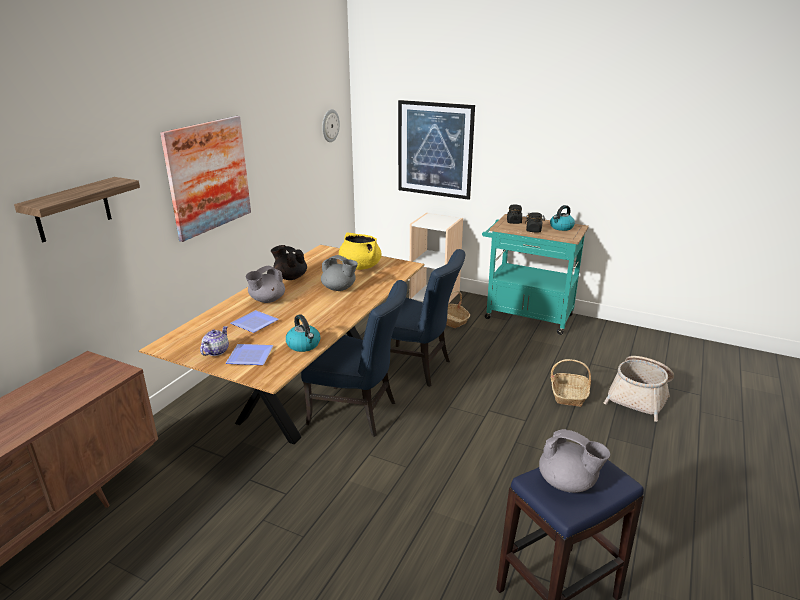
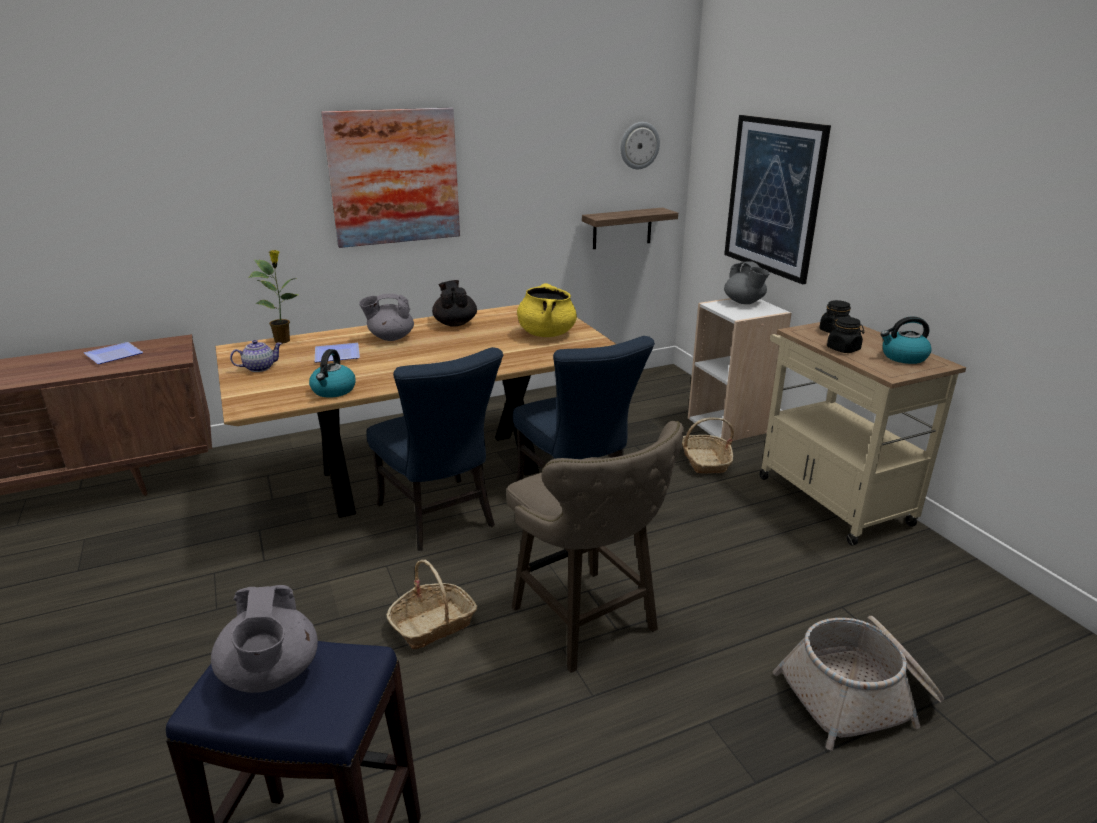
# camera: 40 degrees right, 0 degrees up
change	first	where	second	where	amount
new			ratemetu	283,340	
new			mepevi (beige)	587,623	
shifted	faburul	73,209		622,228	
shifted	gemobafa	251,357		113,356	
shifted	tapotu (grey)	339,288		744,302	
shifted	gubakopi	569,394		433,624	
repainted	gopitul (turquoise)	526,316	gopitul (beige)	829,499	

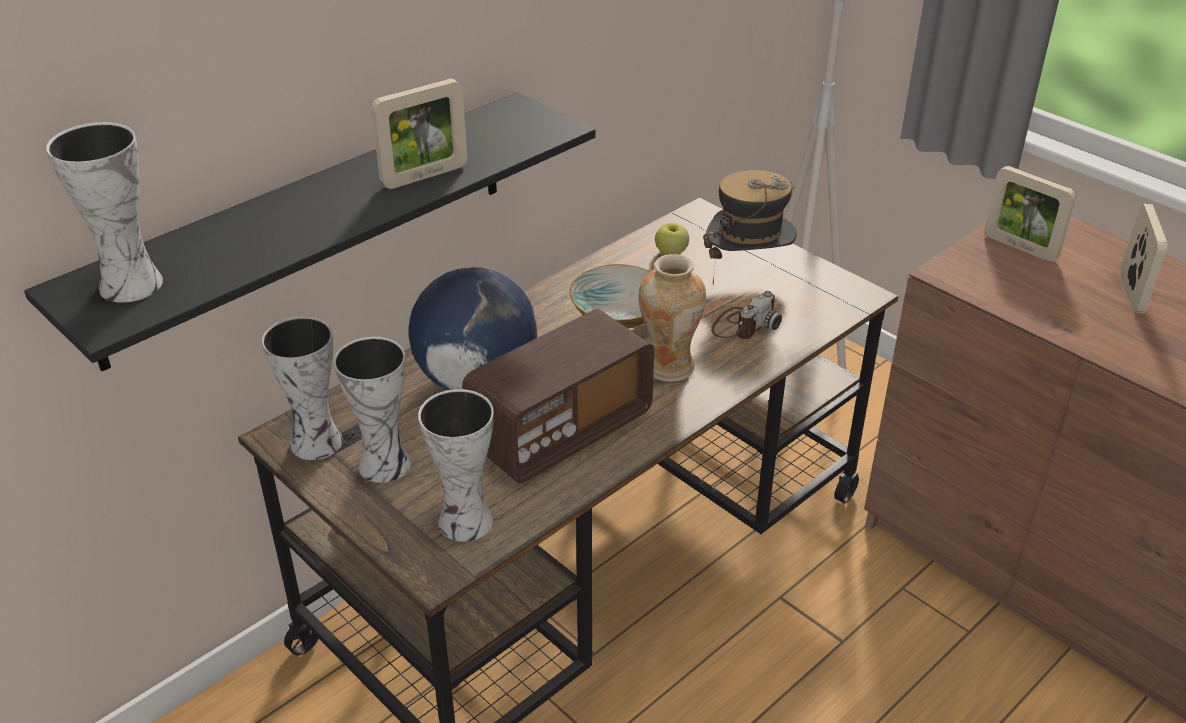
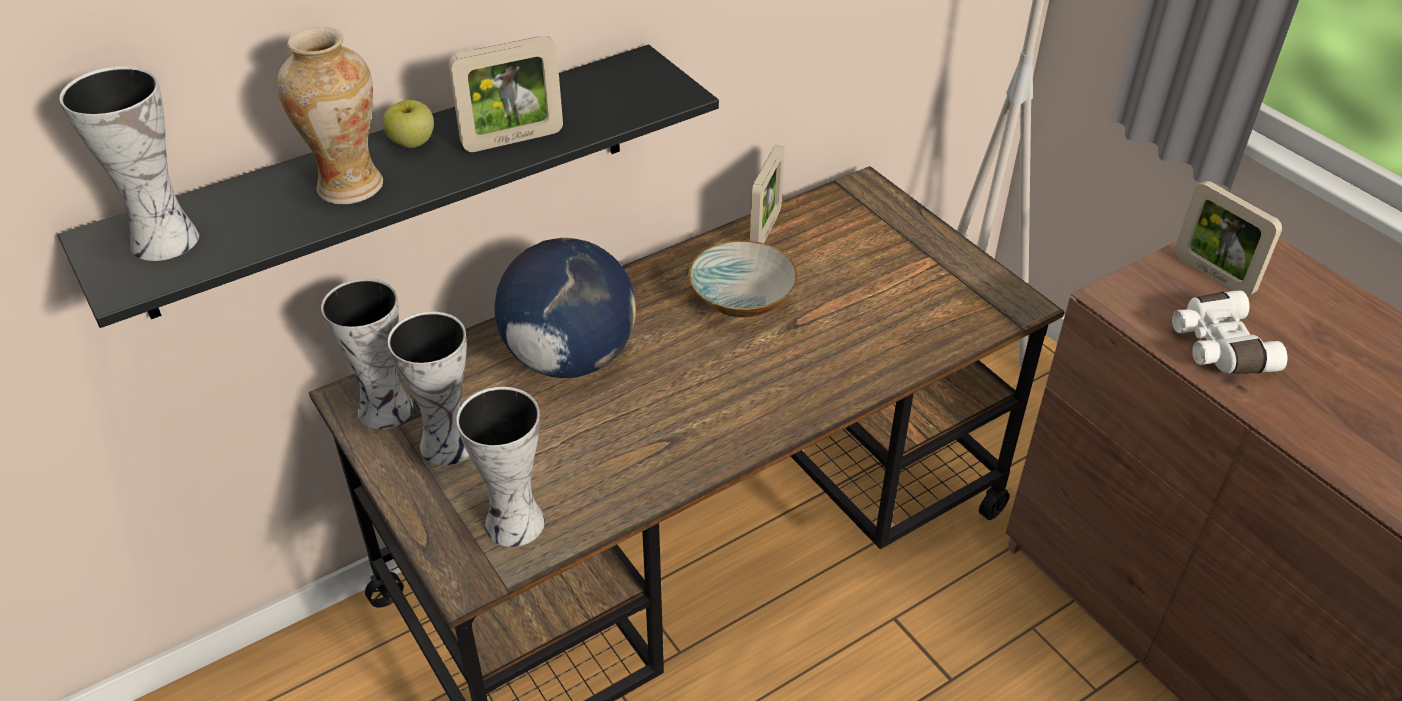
# camera: 10 degrees right, 5 degrees up
change	first	where	second	where	amount
gone	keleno	561,432			
gone	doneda	747,271			
gone	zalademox	743,324			
new			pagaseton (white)	1217,347	
shifted	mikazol	669,367		349,186	
shifted	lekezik	671,252		412,143	
shifted	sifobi	1131,292		765,231	

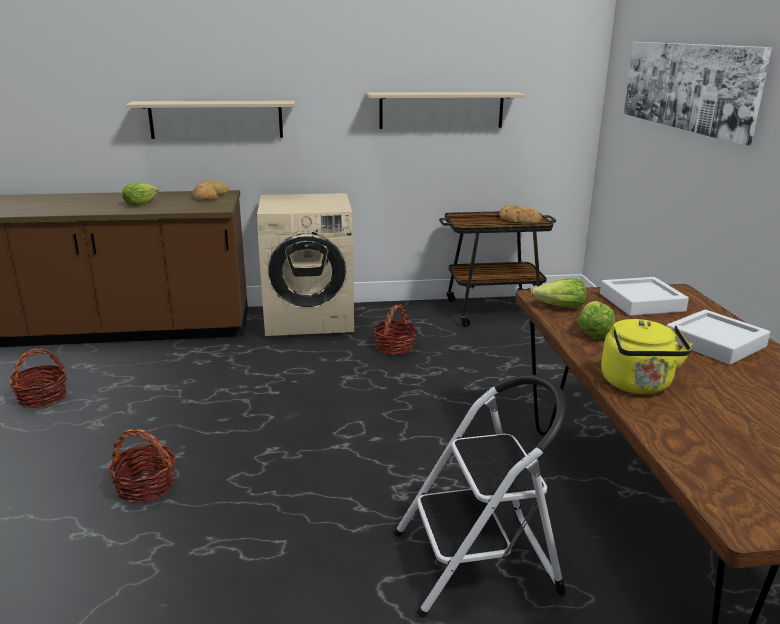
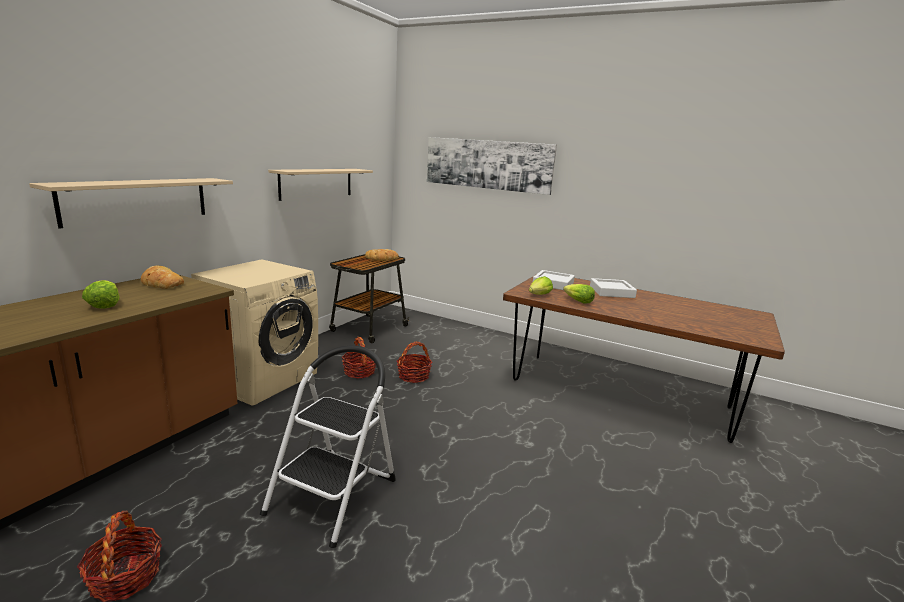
# camera: 55 degrees left, 5 degrees down
change	first	where	second	where	amount
gone	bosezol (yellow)	638,385			
shifted	gubakopi	146,486		413,376	
shifted	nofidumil	481,563		335,494	

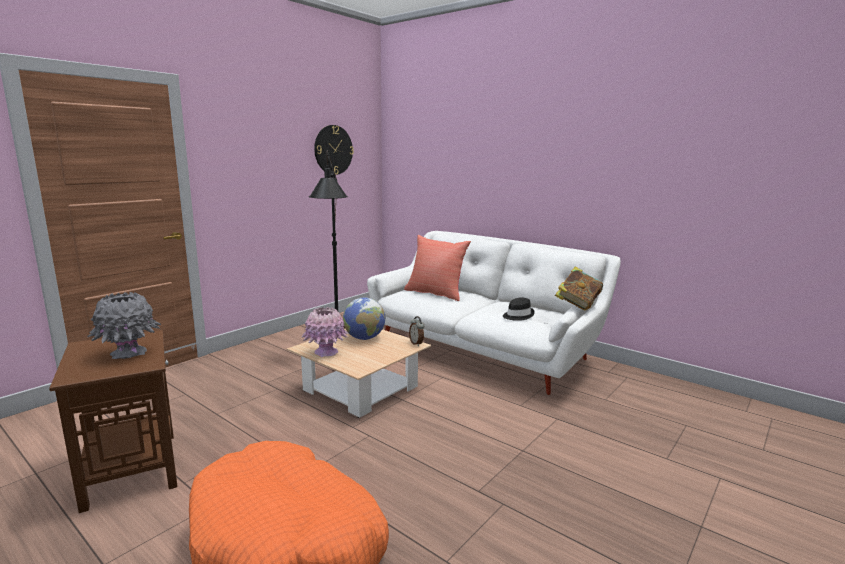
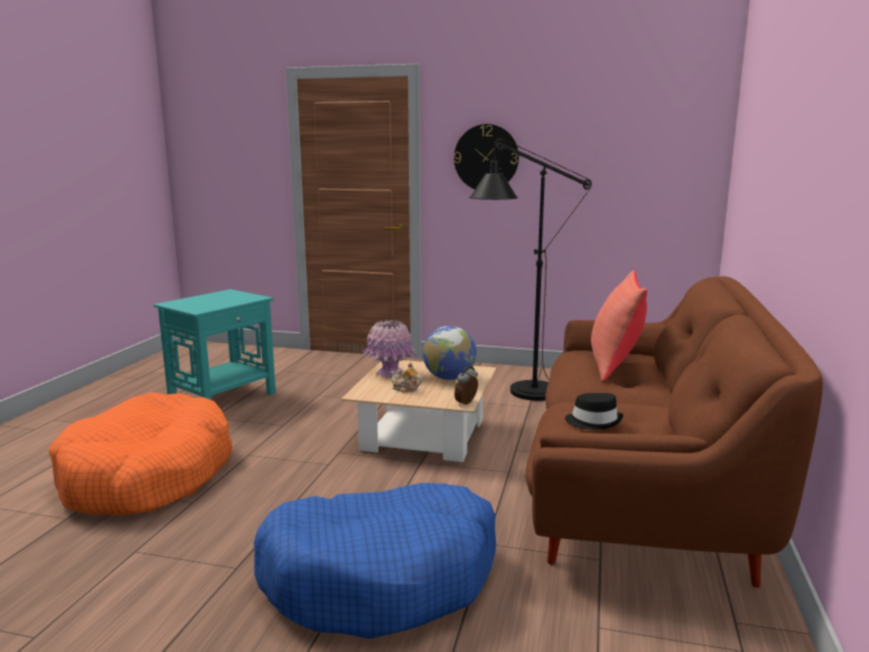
# camera: 65 degrees right, 0 degrees up
change	first	where	second	where	amount
gone	mikazol (grey)	129,353			
gone	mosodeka	578,305			
new			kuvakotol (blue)	381,577	
new			tapotu	405,389	
shifted	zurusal	333,150		486,158	
repainted	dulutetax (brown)	132,468	dulutetax (turquoise)	224,397	
repainted	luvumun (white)	483,350	luvumun (brown)	639,482	

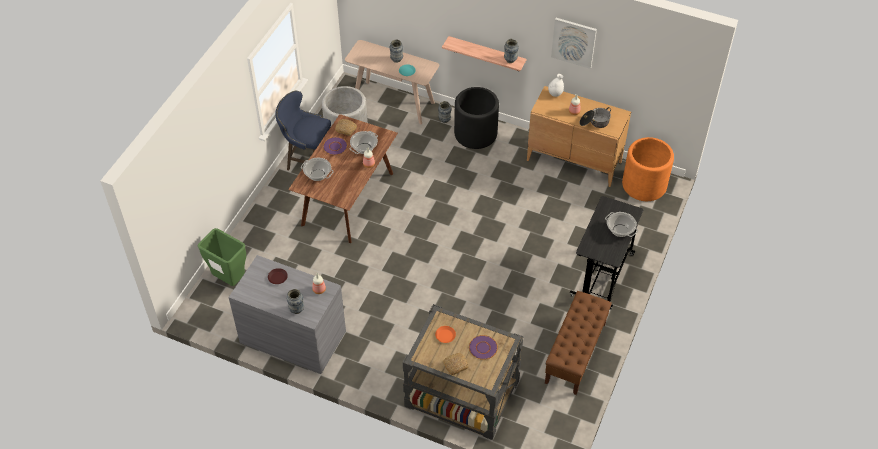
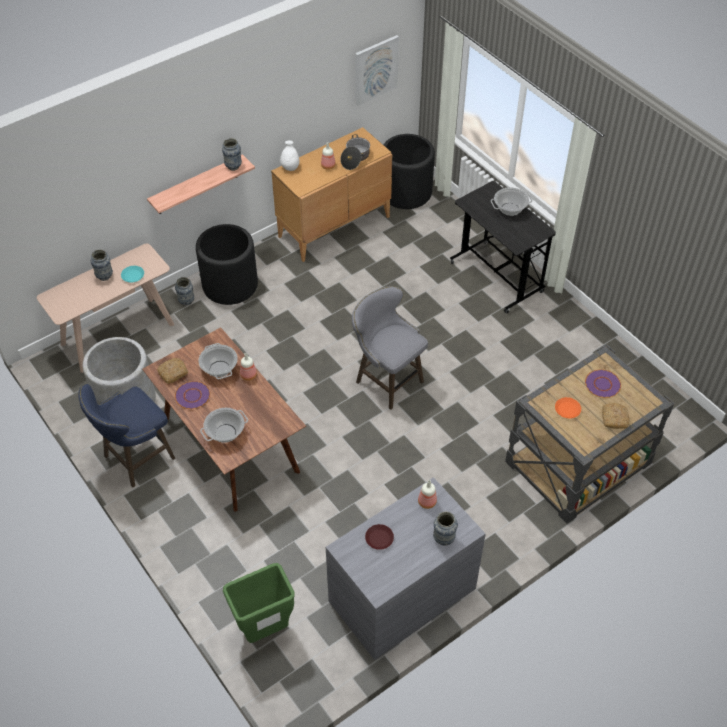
# camera: 60 degrees left, 0 degrees up
change	first	where	second	where	amount
gone	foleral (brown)	575,353			
new			mepevi (grey)	387,380	
shifted	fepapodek	573,42		375,70	
repainted	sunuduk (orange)	644,185	sunuduk (black)	406,192	

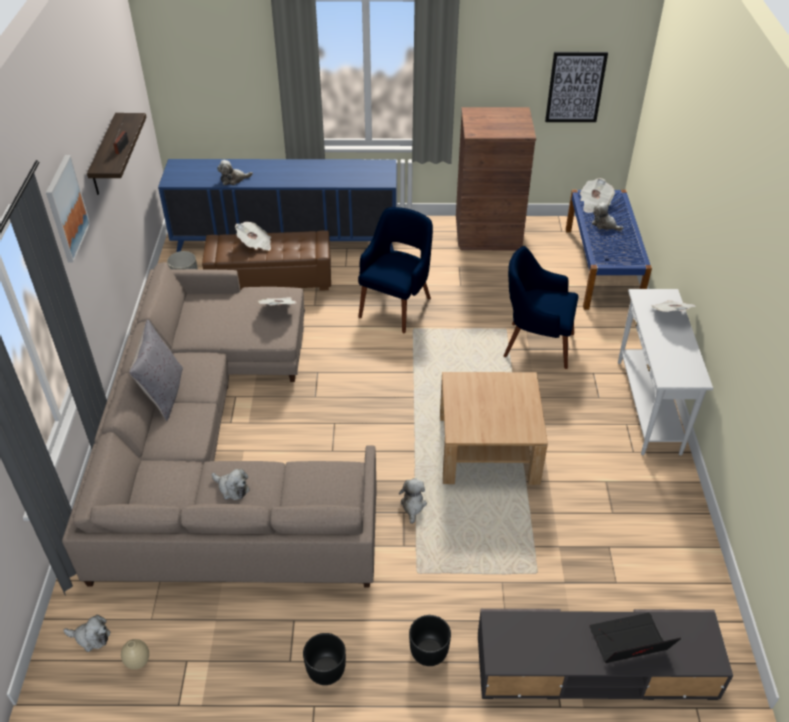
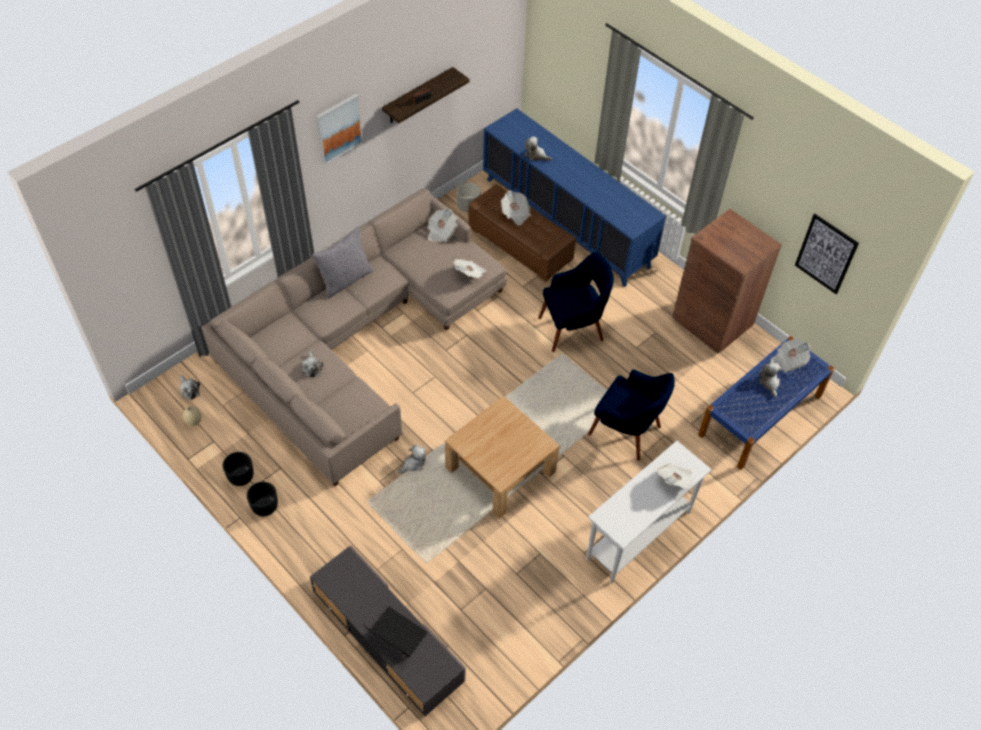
# camera: 45 degrees right, 10 degrees up
change	first	where	second	where	amount
new			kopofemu	441,232	
shifted	sunuduk (black)	428,651		241,476	
rotated	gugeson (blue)	536,344		626,431	150 degrees clockwise

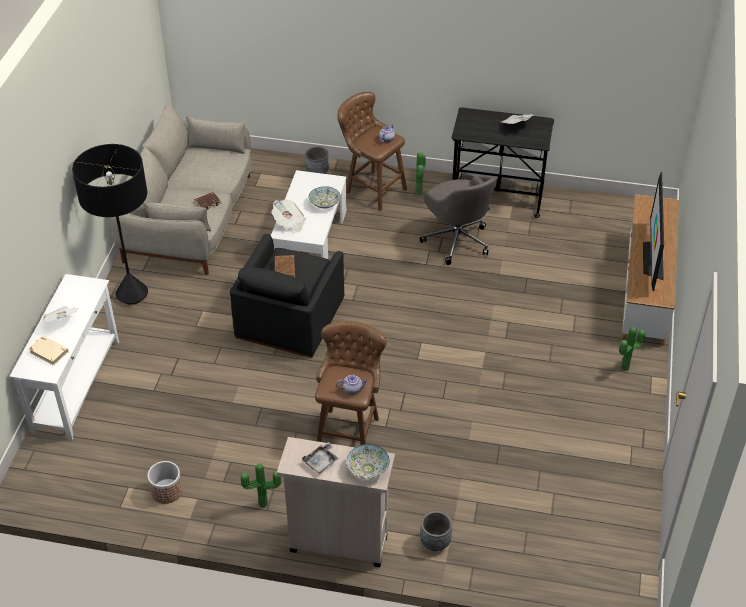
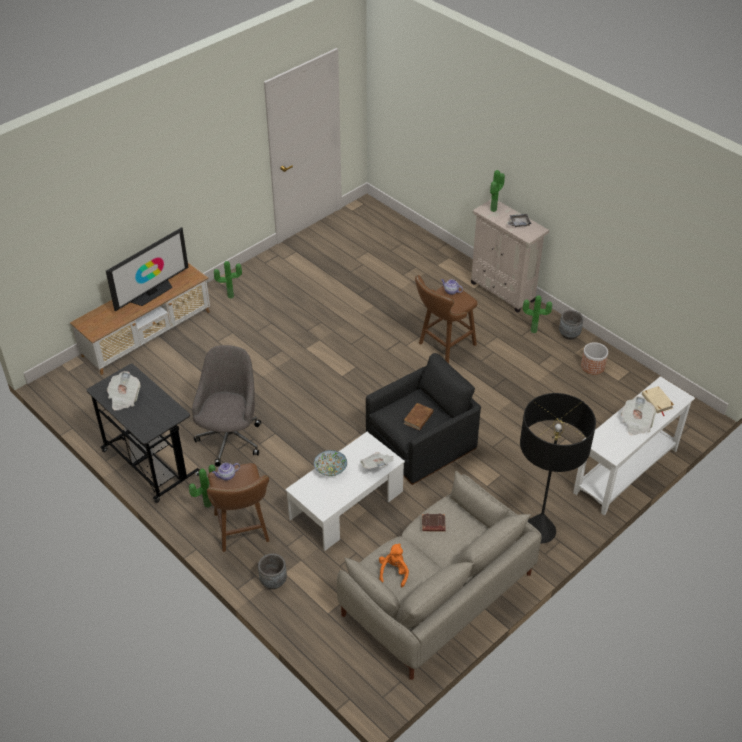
# camera: 145 degrees left, 0 degrees up
change	first	where	second	where	amount
new			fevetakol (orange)	393,572	
shifted	sunuduk (grey)	435,542		569,334	
swapped	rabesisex	367,469	ratemetu	494,210	

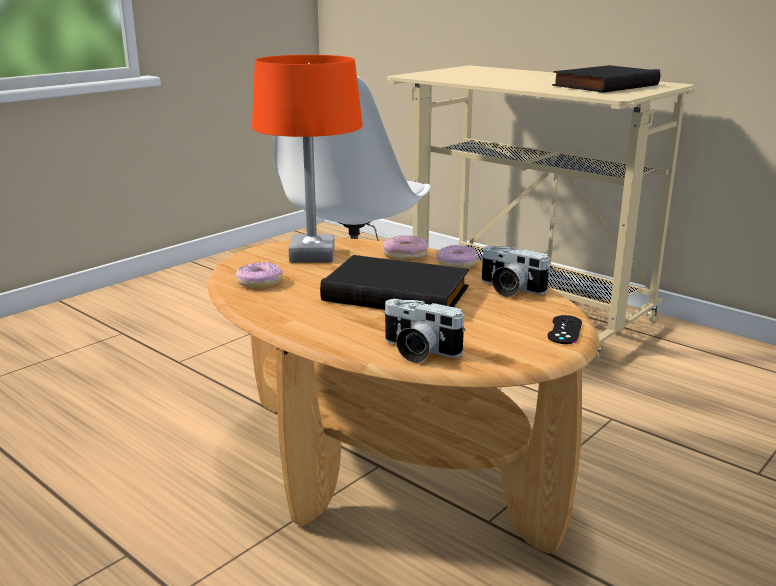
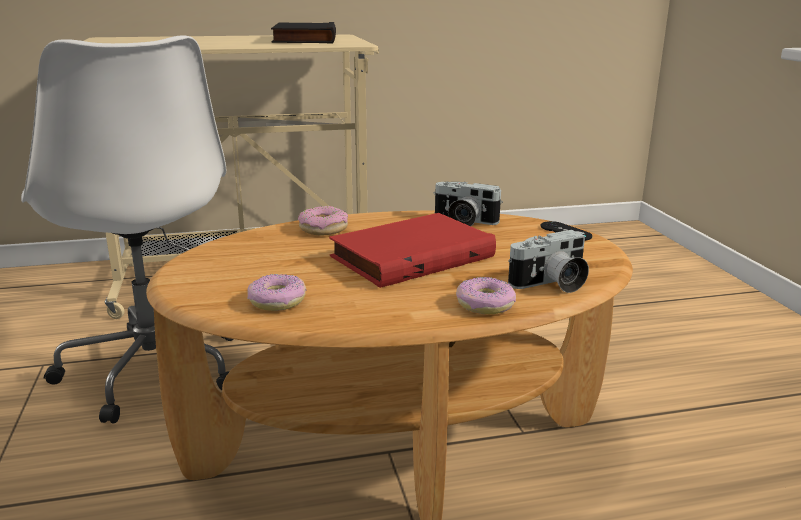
# camera: 55 degrees left, 0 degrees up
change	first	where	second	where	amount
gone	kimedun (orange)	311,255			
shifted	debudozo	456,264		485,304	
repainted	mosodeka (black)	398,293	mosodeka (red)	411,256	
rotated	zalademox	509,289		463,222	45 degrees clockwise

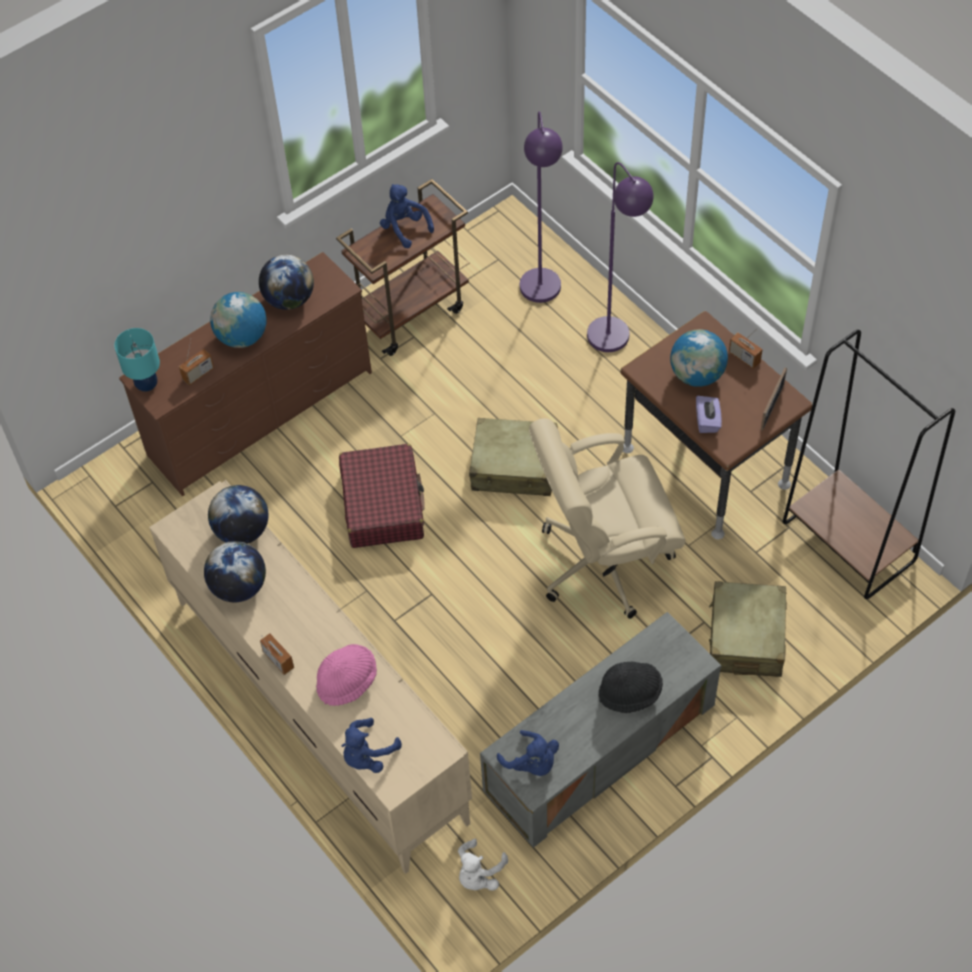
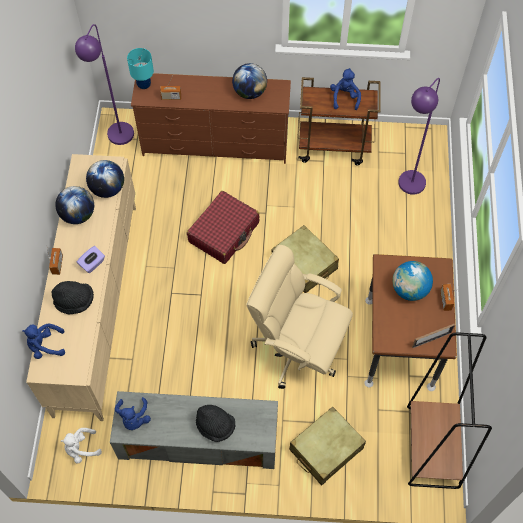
# camera: 40 degrees right, 5 degrees up
change	first	where	second	where	amount
gone	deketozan	242,337			
shifted	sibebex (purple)	615,345		118,141	
shifted	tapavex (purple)	707,421		92,264	
repainted	doneda (pink)	347,681	doneda (black)	75,301	

